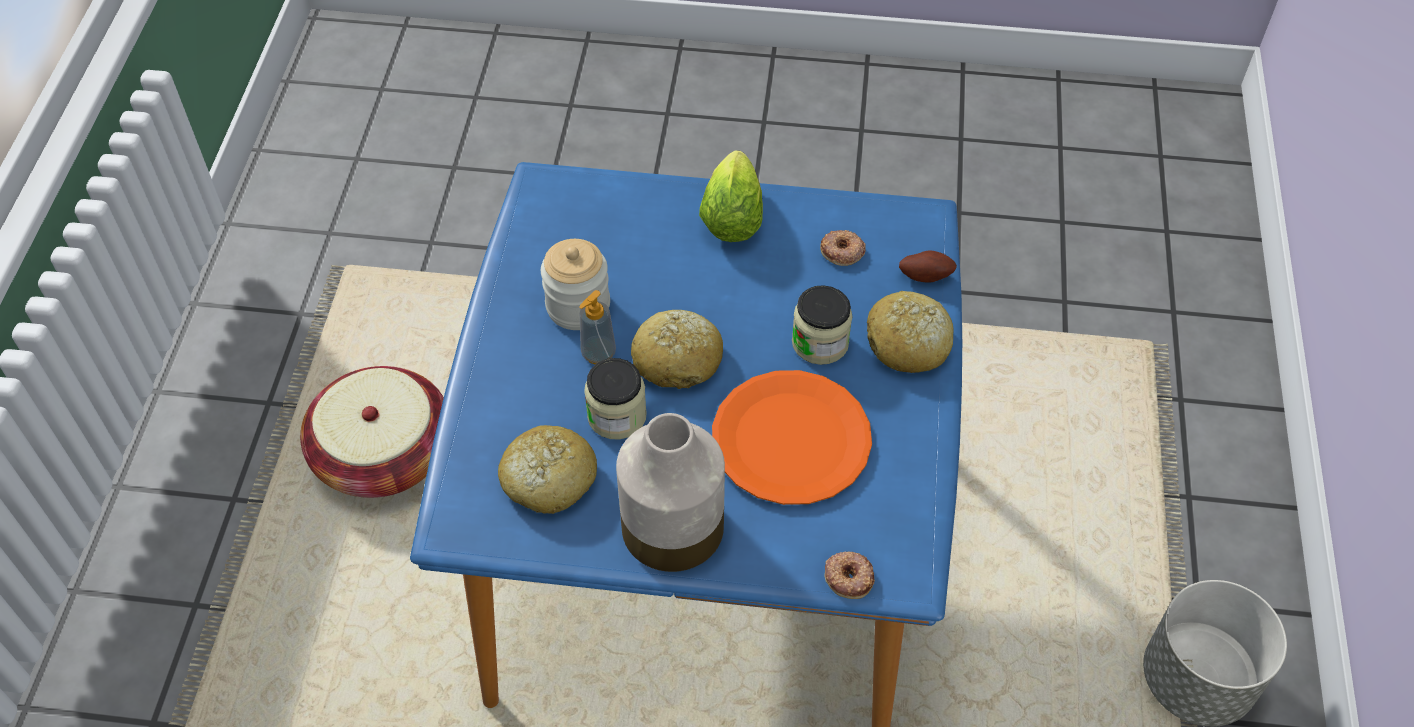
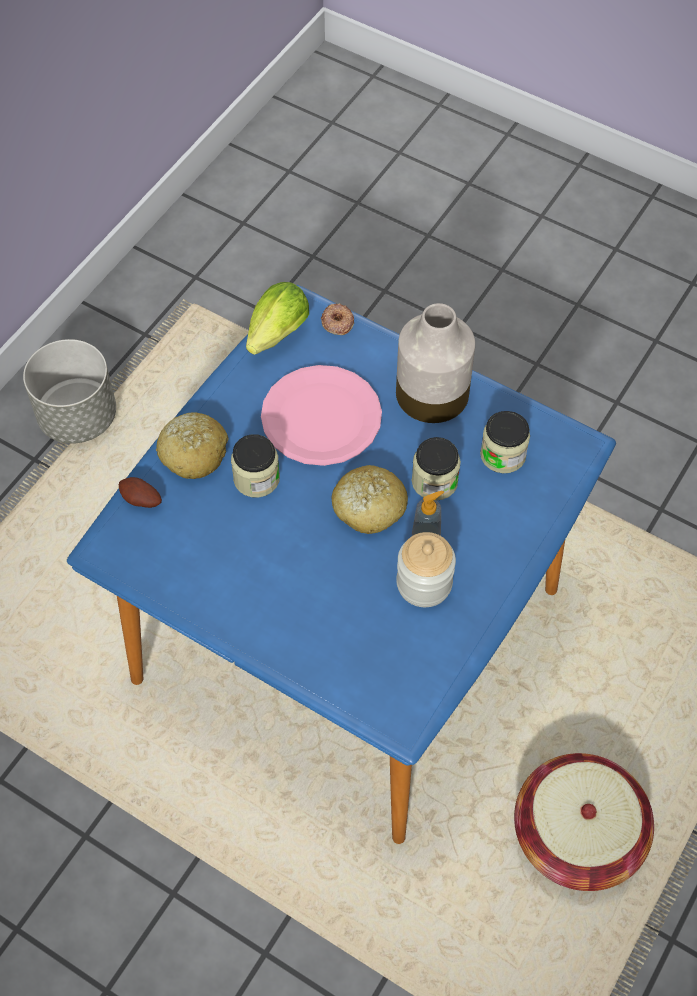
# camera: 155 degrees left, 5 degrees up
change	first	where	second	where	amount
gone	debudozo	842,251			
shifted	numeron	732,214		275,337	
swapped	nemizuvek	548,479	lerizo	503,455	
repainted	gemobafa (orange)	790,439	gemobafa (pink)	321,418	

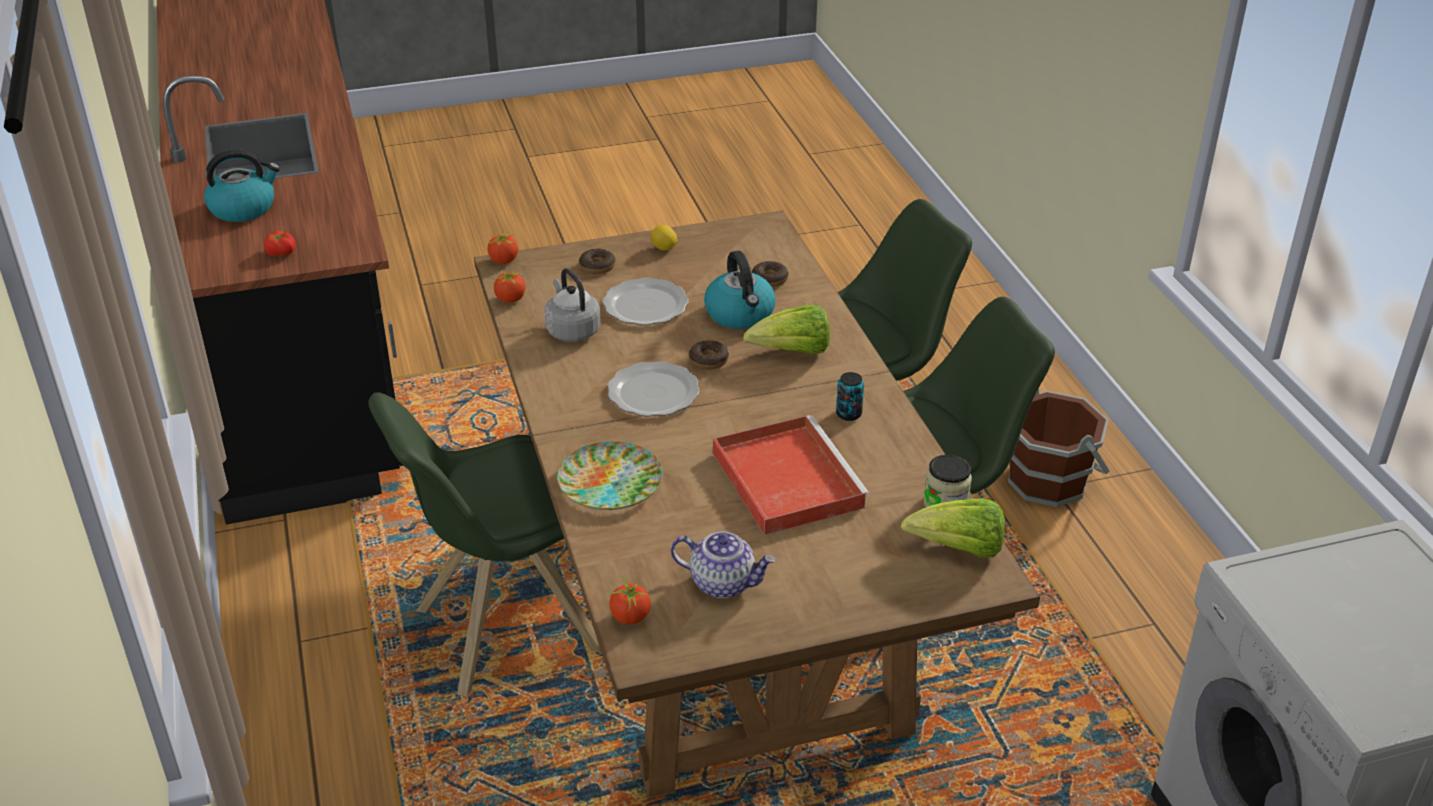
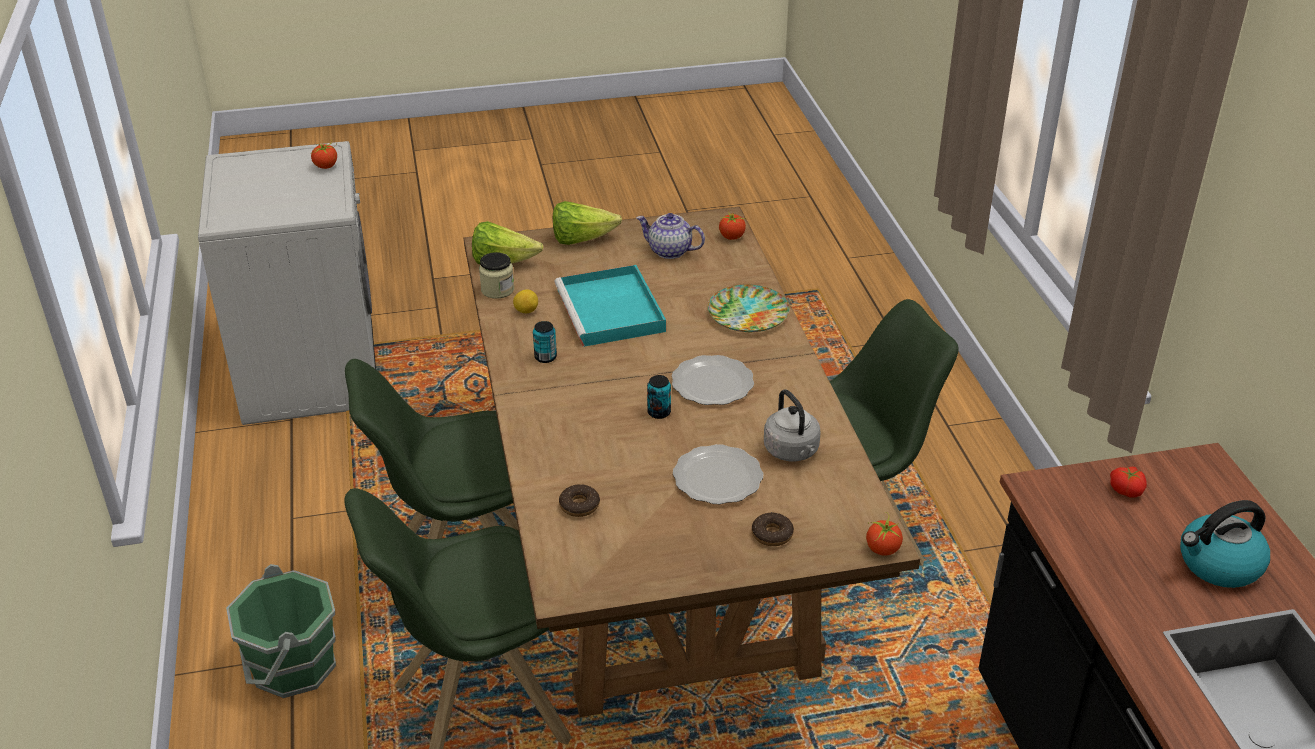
# camera: 175 degrees left, 0 degrees up
change	first	where	second	where	amount
gone	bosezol	740,314			
shifted	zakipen	510,299		326,166	
shifted	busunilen	664,248		526,311	
shifted	numeron	792,352		581,239	
swapped	debudozo	708,360	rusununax	659,412	
repainted	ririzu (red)	785,478	ririzu (turquoise)	612,311	
repainted	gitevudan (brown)	1048,480	gitevudan (green)	292,666	

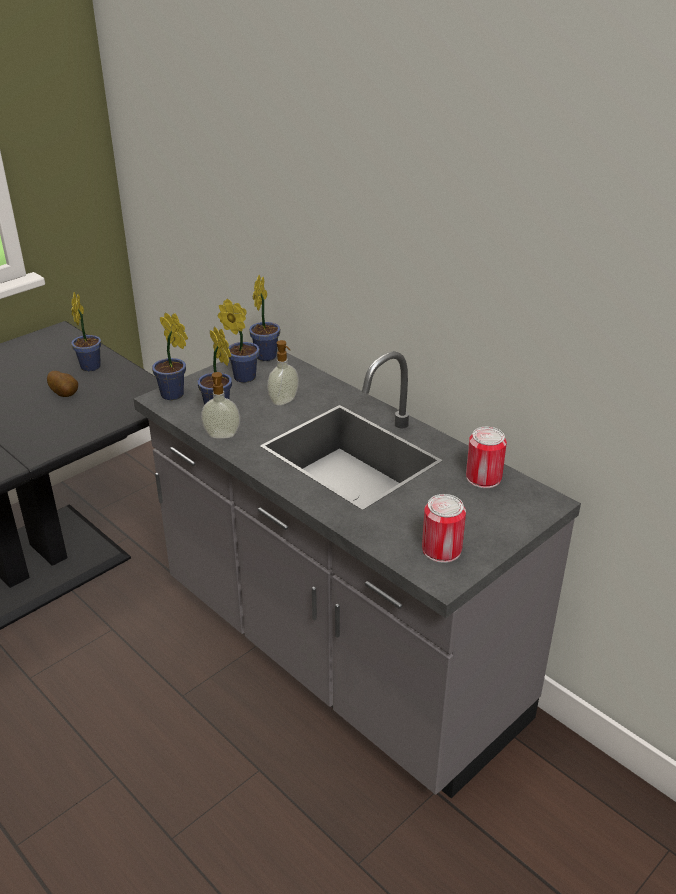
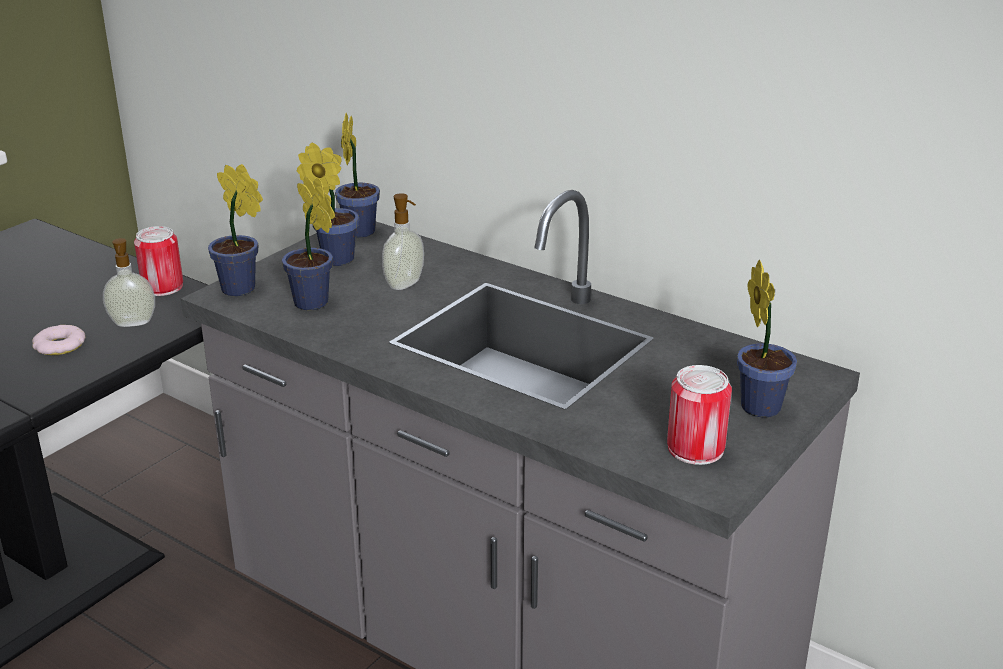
# camera: 10 degrees left, 5 degrees down
change	first	where	second	where	amount
gone	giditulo	65,394			
new			debudozo	60,345	
shifted	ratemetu	91,365		758,404	
shifted	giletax	222,436		133,324	
shifted	rusununax	483,478		162,287	

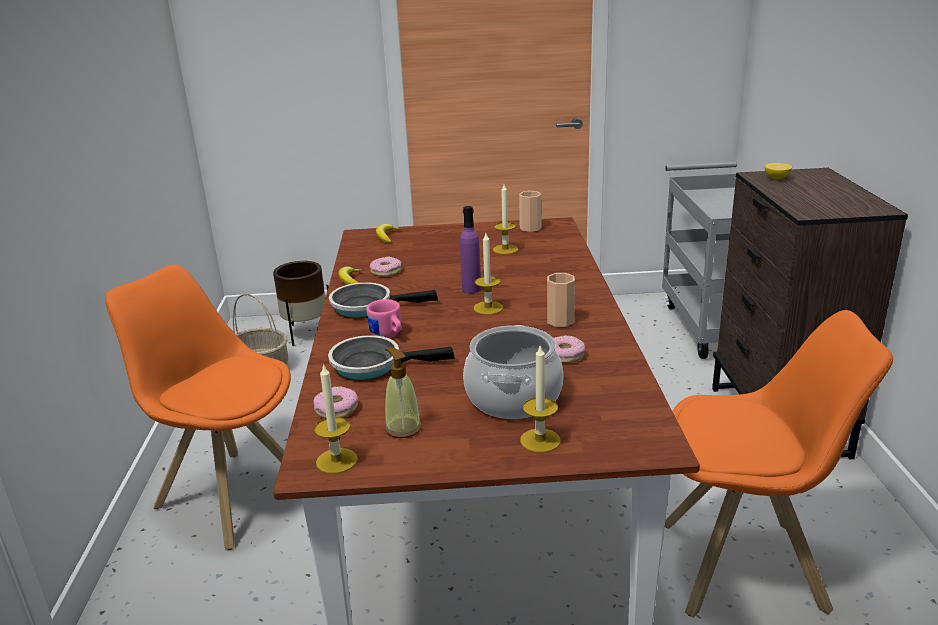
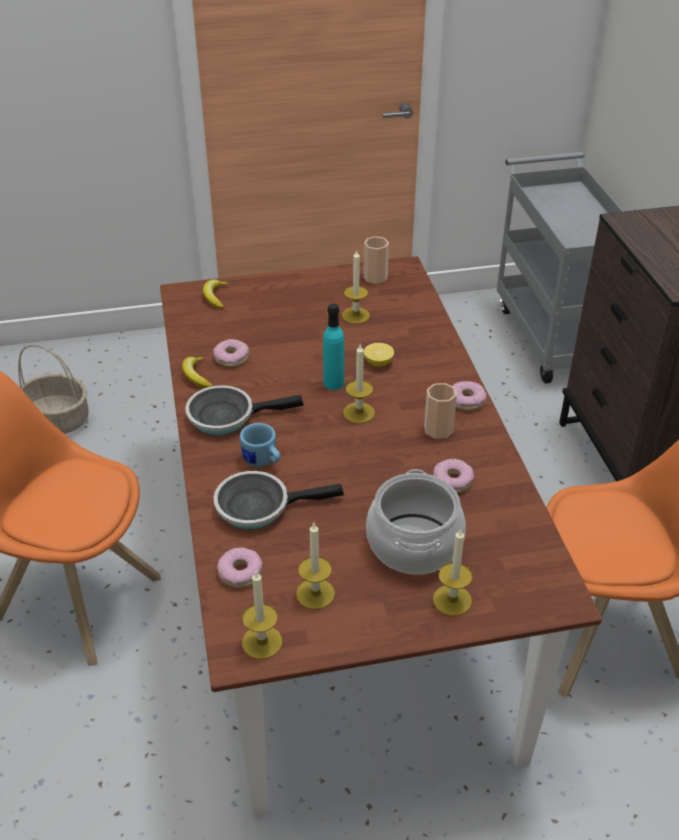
# camera: 10 degrees left, 15 degrees up
change	first	where	second	where	amount
gone	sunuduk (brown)	306,333			
new			debudozo	466,400	
shifted	busunilen	776,178		378,363	
swapped	giletax	403,428	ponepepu	315,594	
repainted	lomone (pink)	388,335	lomone (blue)	262,461	
repainted	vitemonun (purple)	471,289	vitemonun (turquoise)	333,383	

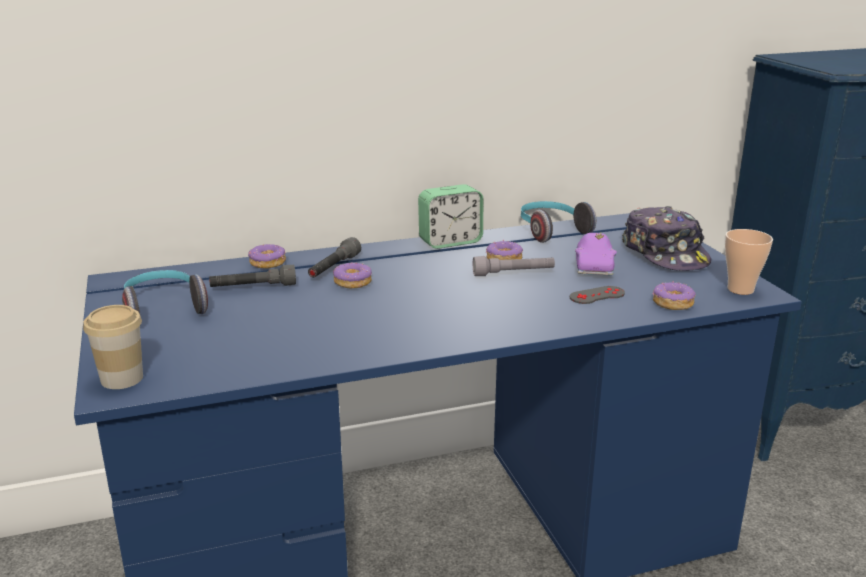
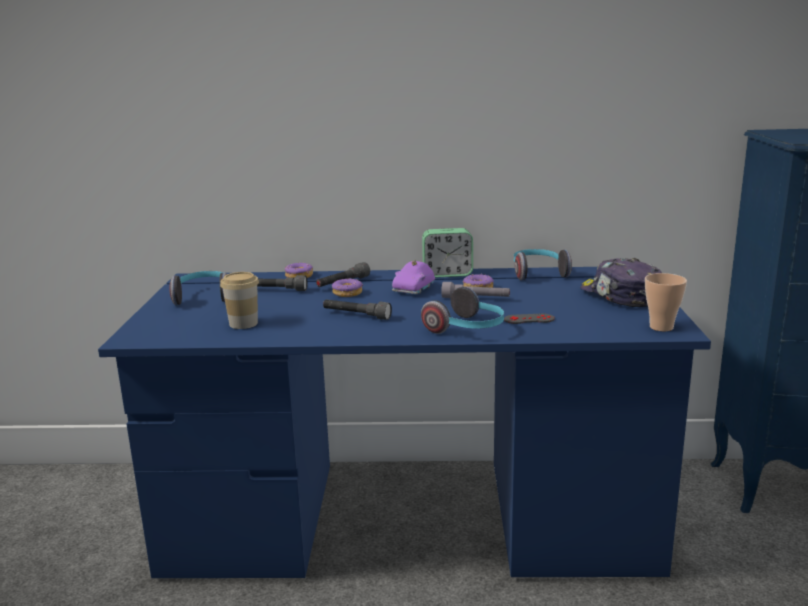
# camera: 20 degrees right, 5 degrees down
change	first	where	second	where	amount
gone	debudozo	672,303			
new			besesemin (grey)	356,315	
new			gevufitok	467,329	
shifted	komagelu	122,378		243,323	
shifted	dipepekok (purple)	594,268		414,289	
rotated	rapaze	665,254		620,296	150 degrees clockwise

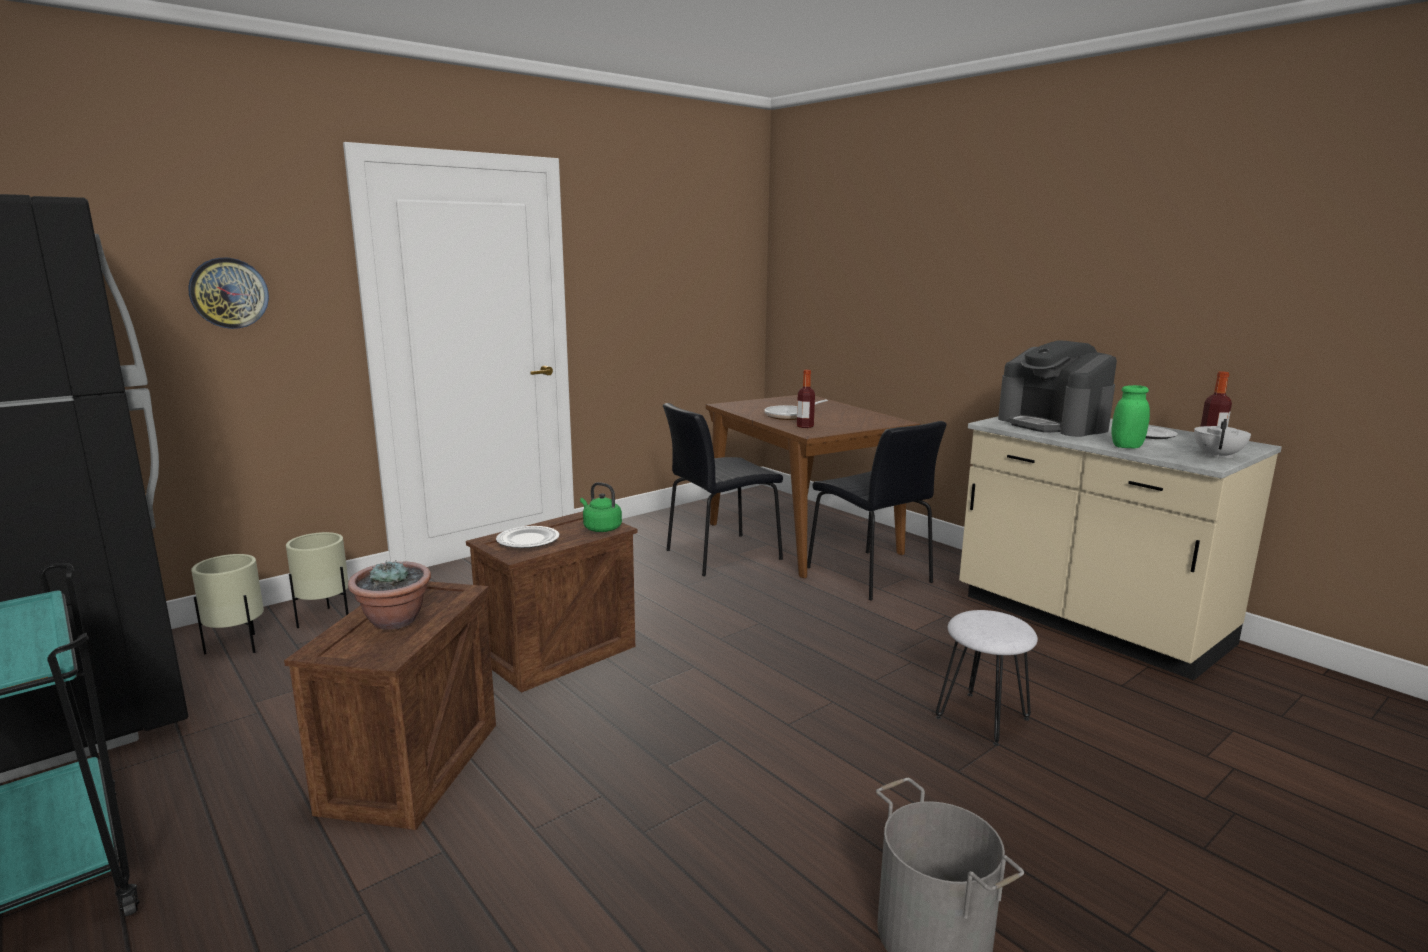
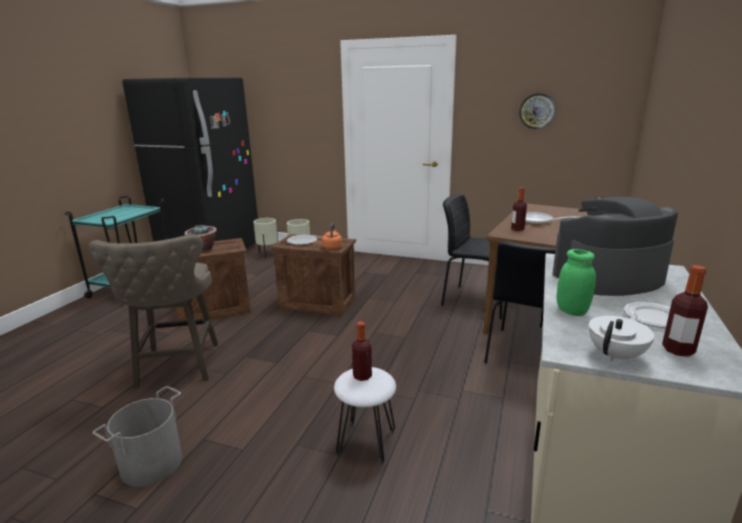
# camera: 60 degrees right, 5 degrees up
change	first	where	second	where	amount
new			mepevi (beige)	177,367	
new			vitemonun	362,376	
shifted	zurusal	229,293		537,111	
repainted	bosezol (green)	600,528	bosezol (orange)	332,247	
rotated	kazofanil	1053,424		607,277	45 degrees clockwise
rotated	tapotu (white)	1218,456		616,355	45 degrees counterclockwise

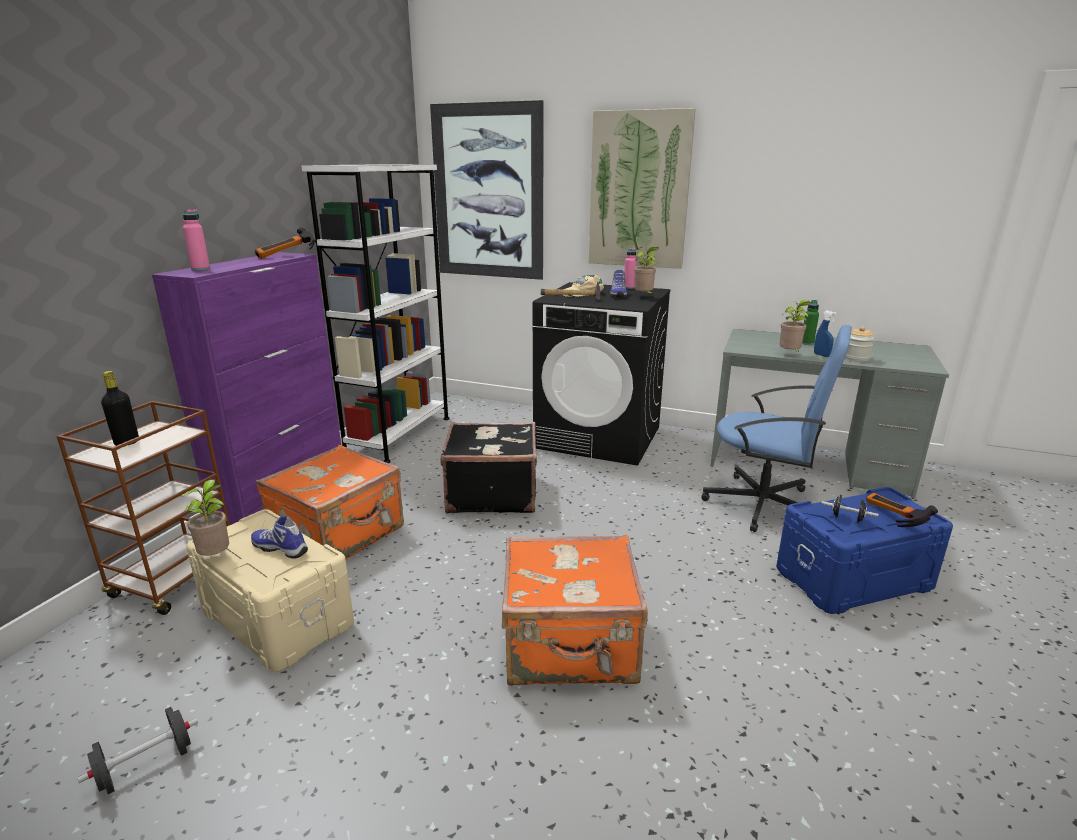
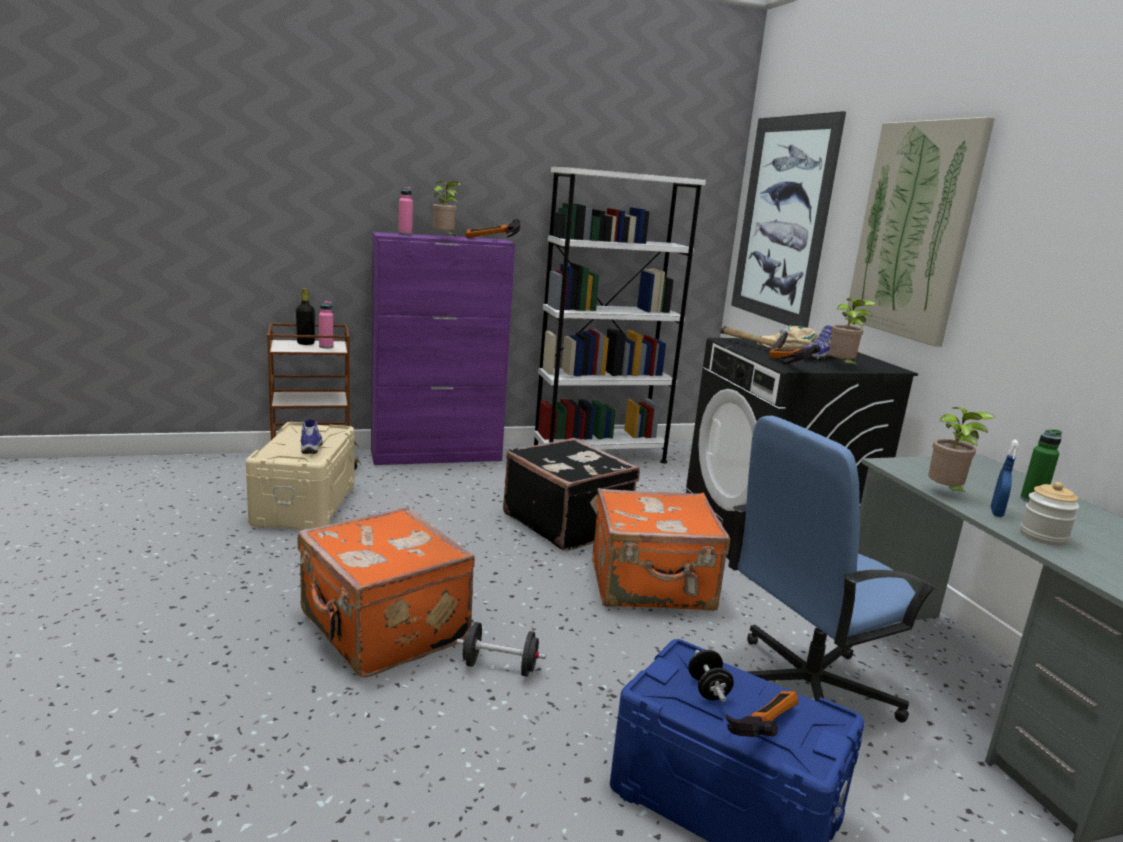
# camera: 50 degrees right, 5 degrees down
change	first	where	second	where	amount
new			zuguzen	783,366	
shifted	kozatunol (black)	146,766		499,667	
shifted	ratemetu	217,556		445,238	
shifted	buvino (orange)	340,536		652,586	
shifted	vitemonun (pink)	629,287		326,347	
rotated	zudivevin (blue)	764,505		804,689	75 degrees clockwise

